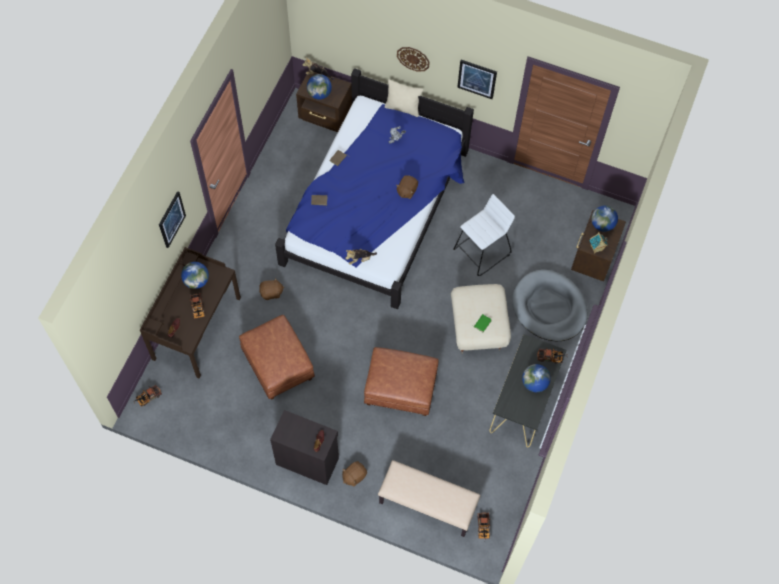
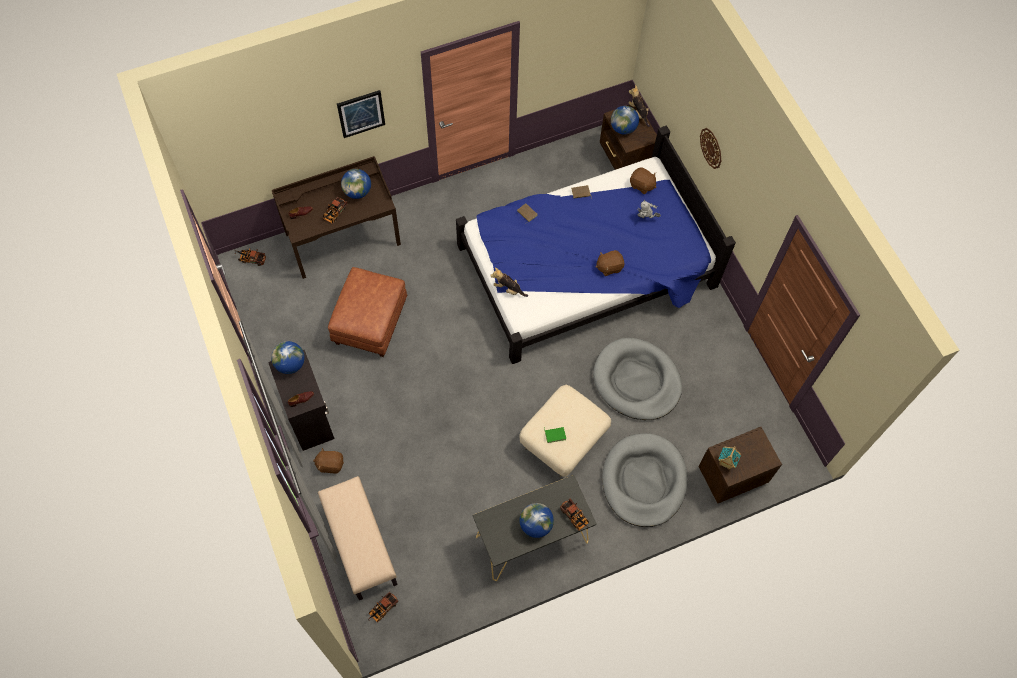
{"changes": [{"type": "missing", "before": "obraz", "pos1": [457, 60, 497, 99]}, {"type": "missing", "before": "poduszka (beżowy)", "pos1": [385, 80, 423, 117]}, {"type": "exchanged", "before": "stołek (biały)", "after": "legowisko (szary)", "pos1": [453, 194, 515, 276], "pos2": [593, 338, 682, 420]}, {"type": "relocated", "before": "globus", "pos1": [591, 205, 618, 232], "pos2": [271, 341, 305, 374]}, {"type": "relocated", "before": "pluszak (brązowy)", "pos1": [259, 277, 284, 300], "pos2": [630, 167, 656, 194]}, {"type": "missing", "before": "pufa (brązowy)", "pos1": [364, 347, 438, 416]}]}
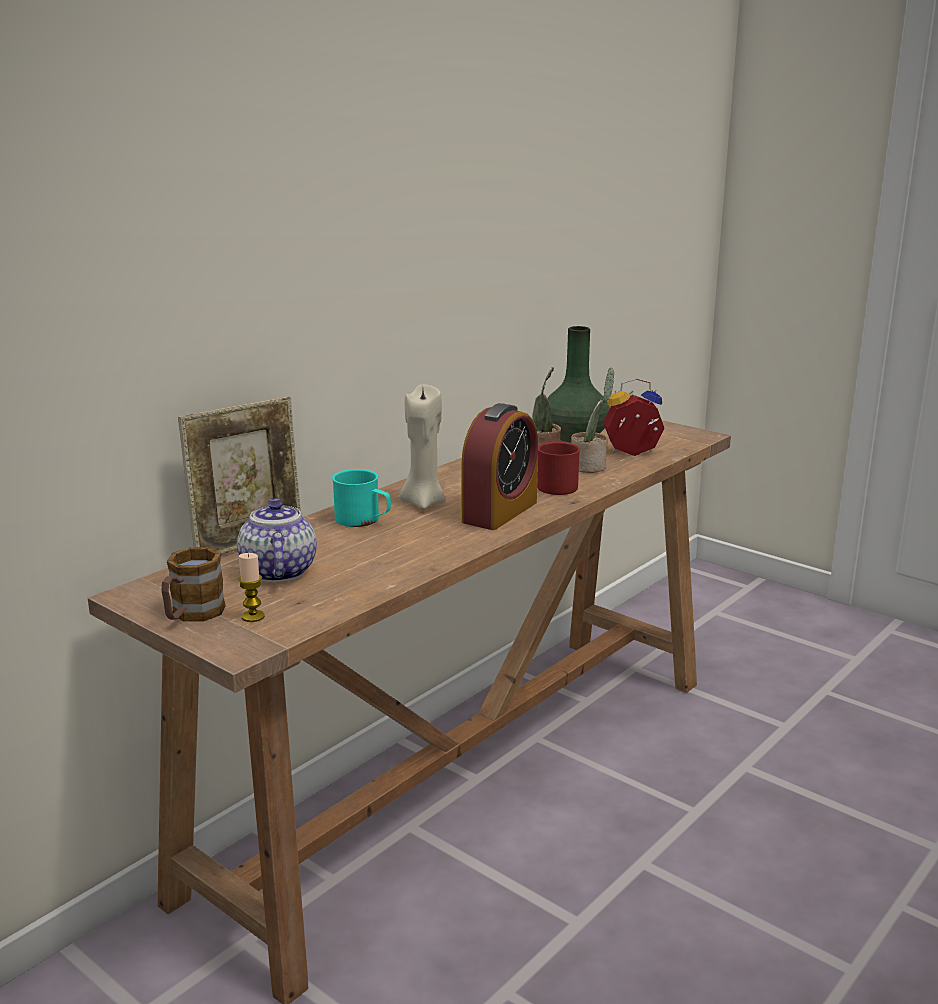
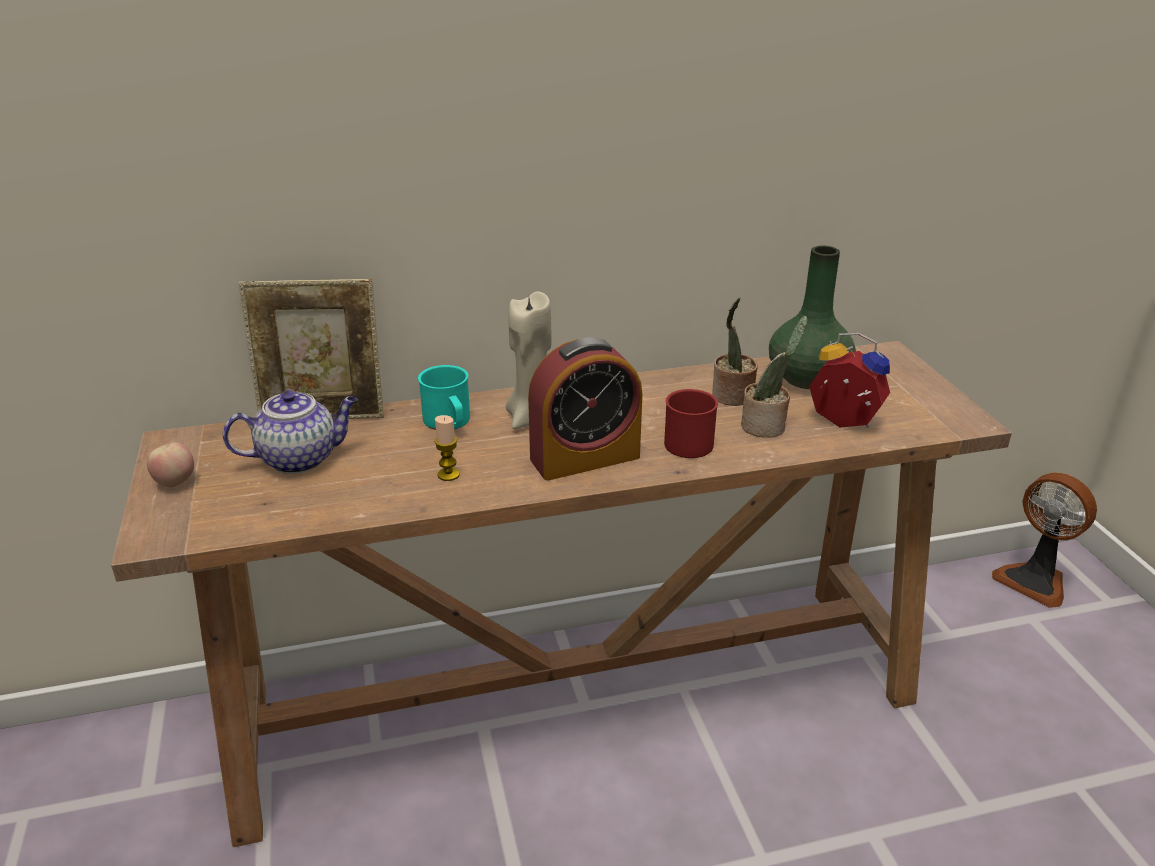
{"changes": [{"type": "spun", "before": "imbryk", "pos1": [237, 498, 317, 582], "pos2": [223, 390, 358, 474], "turn": 45}, {"type": "exchanged", "before": "kubek", "after": "jabłko", "pos1": [161, 547, 226, 622], "pos2": [147, 442, 194, 488]}, {"type": "relocated", "before": "świeca", "pos1": [238, 553, 265, 622], "pos2": [434, 415, 460, 481]}, {"type": "appeared", "after": "wentylator", "pos2": [992, 473, 1097, 608]}]}
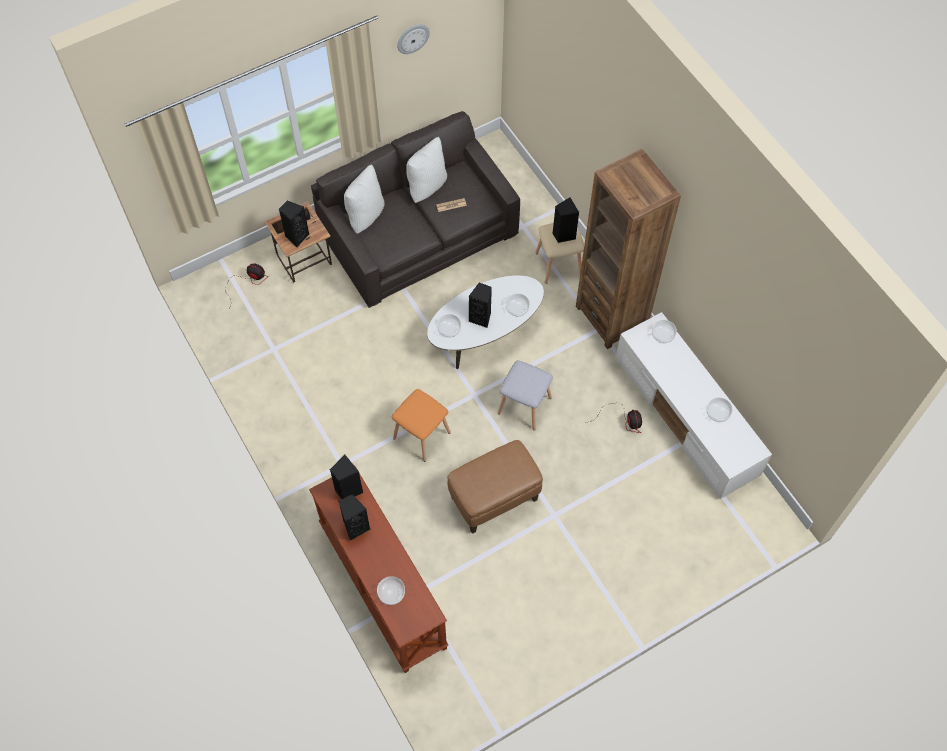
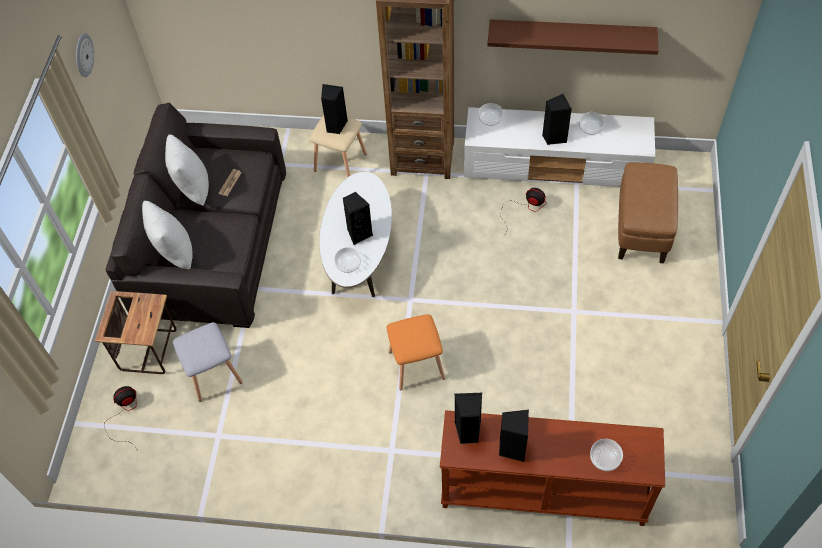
{"changes": [{"type": "relocated", "before": "głośnik (czarny)", "pos1": [279, 201, 309, 247], "pos2": [542, 94, 572, 145]}, {"type": "missing", "before": "miska", "pos1": [506, 293, 530, 316]}, {"type": "relocated", "before": "stołek (szary)", "pos1": [498, 360, 553, 430], "pos2": [173, 322, 243, 402]}, {"type": "relocated", "before": "pufa (brązowy)", "pos1": [447, 440, 543, 534], "pos2": [618, 162, 678, 263]}, {"type": "appeared", "after": "półka (brązowy)", "pos2": [488, 19, 659, 55]}]}
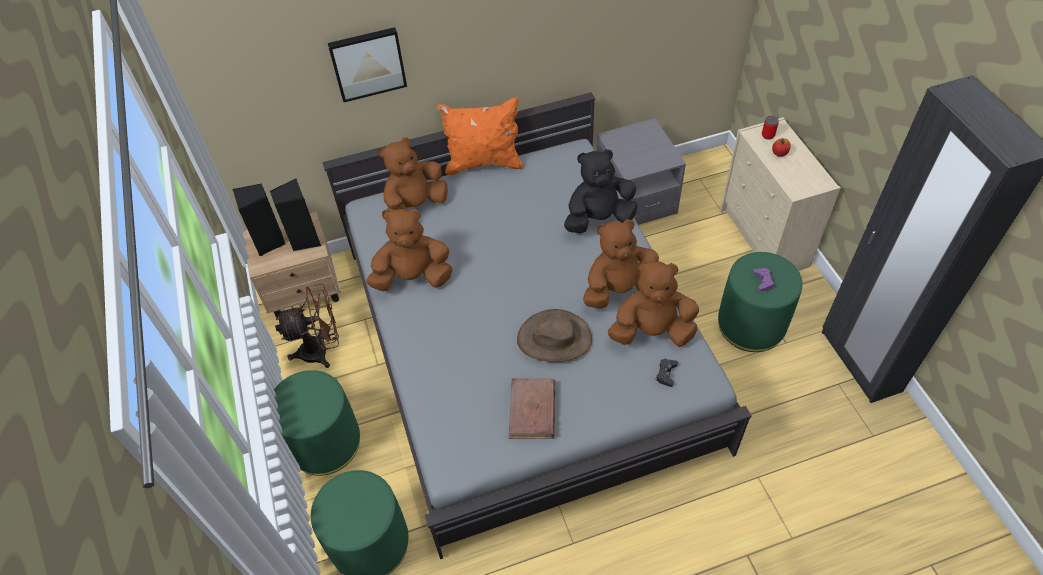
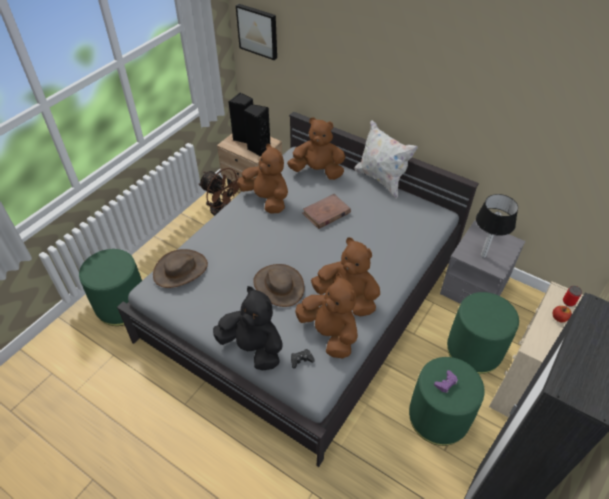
{"changes": [{"type": "relocated", "before": "obraz", "pos1": [327, 27, 407, 102], "pos2": [236, 4, 277, 60]}, {"type": "colour", "before": "poduszka (pomarańczowy)", "after": "poduszka (biały)", "pos1": [437, 97, 524, 175], "pos2": [355, 120, 418, 199]}, {"type": "relocated", "before": "pluszak (czarny)", "pos1": [564, 149, 638, 233], "pos2": [213, 286, 283, 370]}, {"type": "relocated", "before": "pufa (zielony)", "pos1": [274, 370, 360, 476], "pos2": [447, 292, 519, 374]}, {"type": "relocated", "before": "książka (brązowy)", "pos1": [509, 378, 555, 439], "pos2": [302, 194, 351, 229]}, {"type": "appeared", "after": "lampa stołowa", "pos2": [476, 194, 518, 258]}, {"type": "appeared", "after": "kapelusz (brązowy)", "pos2": [153, 249, 208, 288]}]}
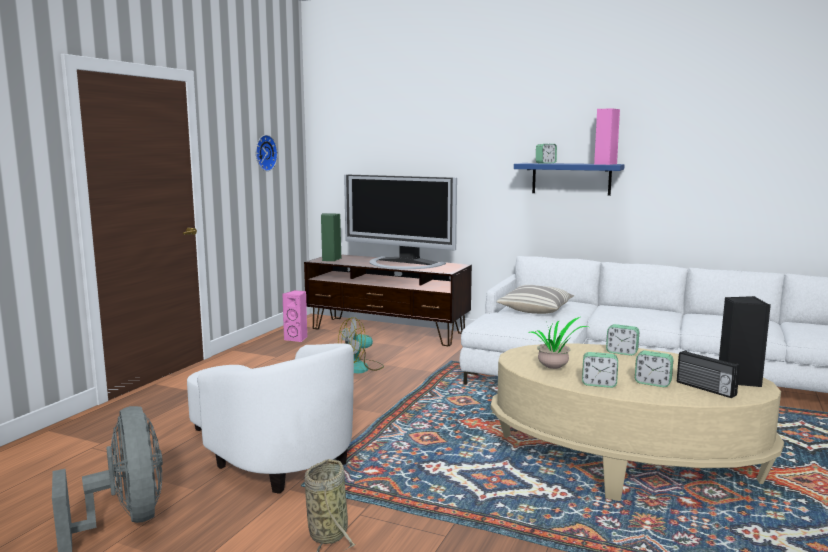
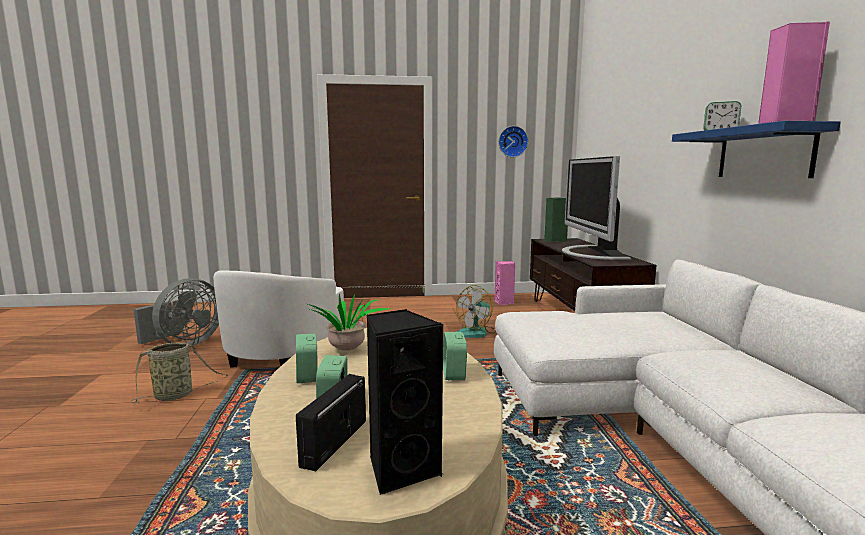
{"changes": [{"type": "missing", "before": "poduszka", "pos1": [496, 285, 575, 314]}, {"type": "spun", "before": "wentylator", "pos1": [338, 317, 384, 373], "pos2": [456, 285, 496, 338], "turn": -75}]}
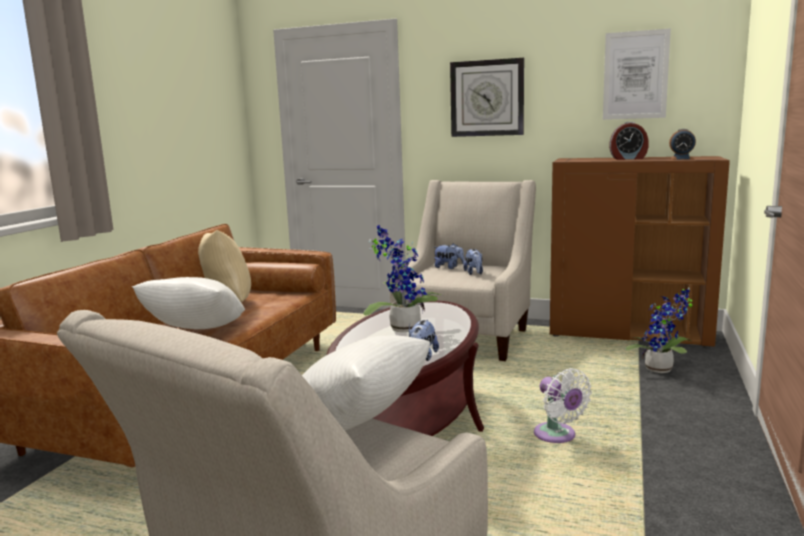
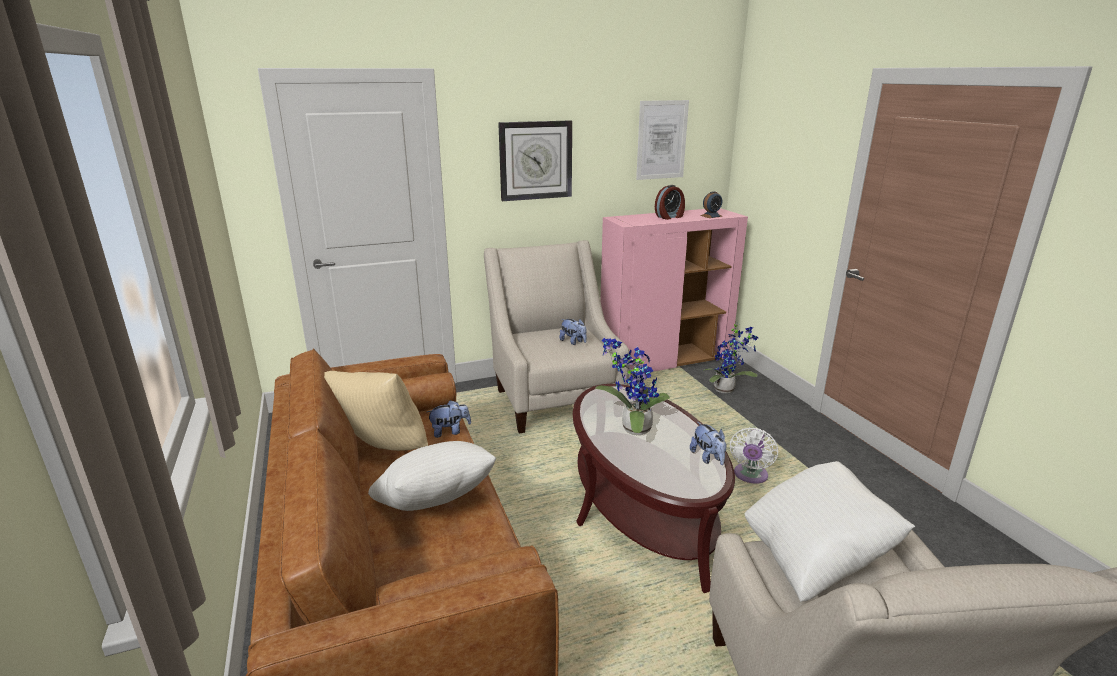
{"changes": [{"type": "colour", "before": "szafka (brązowy)", "after": "szafka (różowy)", "pos1": [550, 156, 730, 348], "pos2": [600, 208, 748, 376]}, {"type": "relocated", "before": "pluszak", "pos1": [433, 243, 465, 269], "pos2": [427, 400, 471, 438]}, {"type": "spun", "before": "wentylator (biały)", "pos1": [534, 368, 592, 443], "pos2": [730, 427, 778, 484], "turn": 90}]}
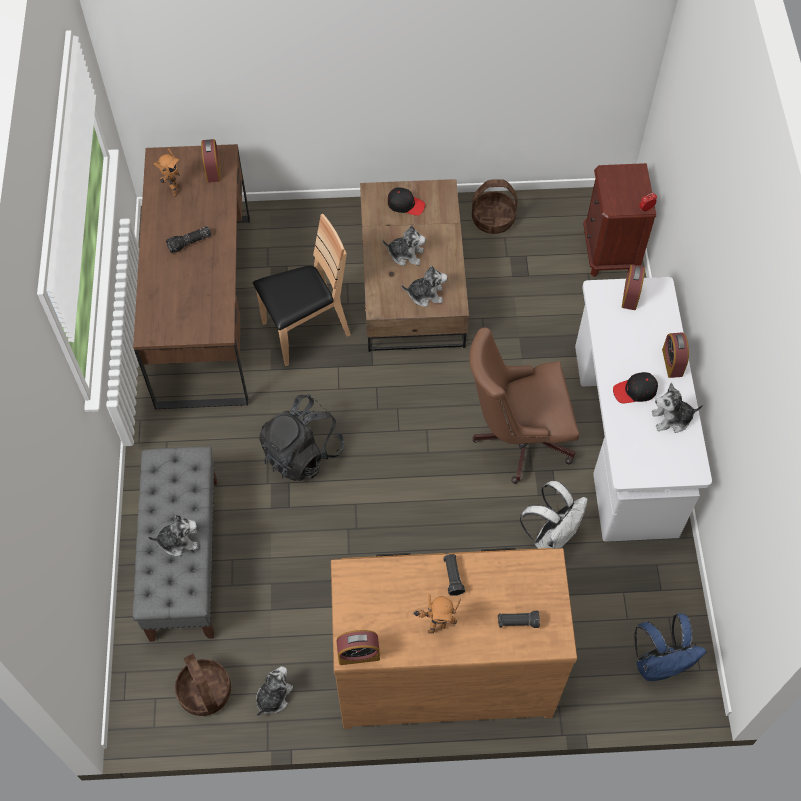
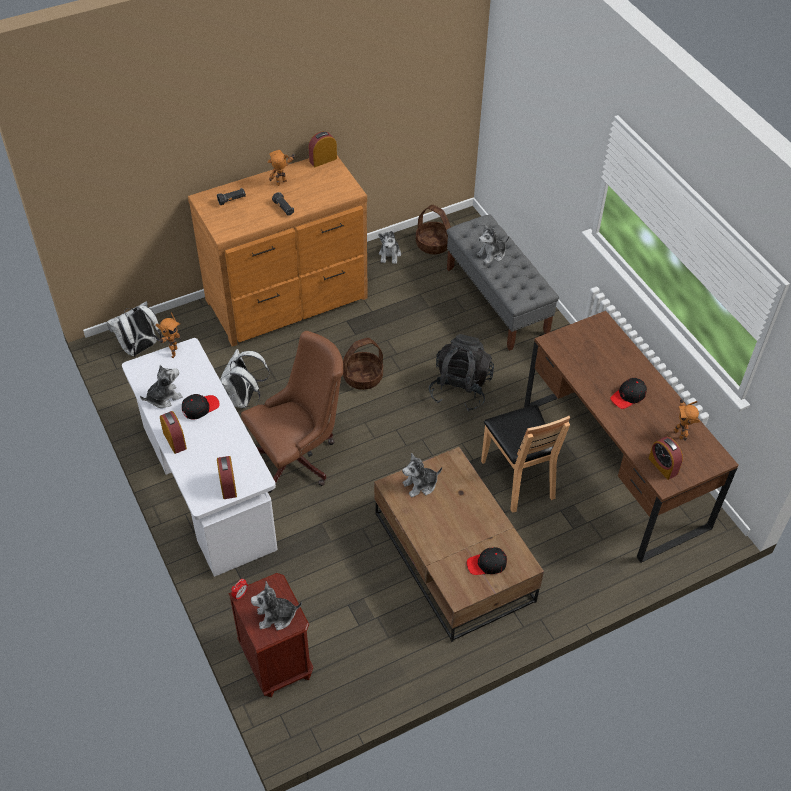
{"changes": [{"type": "relocated", "before": "koszyk", "pos1": [472, 179, 518, 234], "pos2": [343, 338, 383, 390]}, {"type": "spun", "before": "krzesło (brązowy)", "pos1": [253, 214, 351, 366], "pos2": [481, 405, 570, 513], "turn": -60}, {"type": "relocated", "before": "pluszak", "pos1": [382, 225, 426, 266], "pos2": [251, 581, 302, 630]}, {"type": "exchanged", "before": "latarka", "after": "czapka z daszkiem (czarny)", "pos1": [166, 226, 211, 253], "pos2": [610, 378, 647, 409]}, {"type": "colour", "before": "plecak (niebieski)", "after": "plecak (biały)", "pos1": [634, 613, 707, 681], "pos2": [106, 301, 162, 357]}, {"type": "appeared", "after": "robot zabawkowy", "pos2": [156, 312, 180, 358]}]}
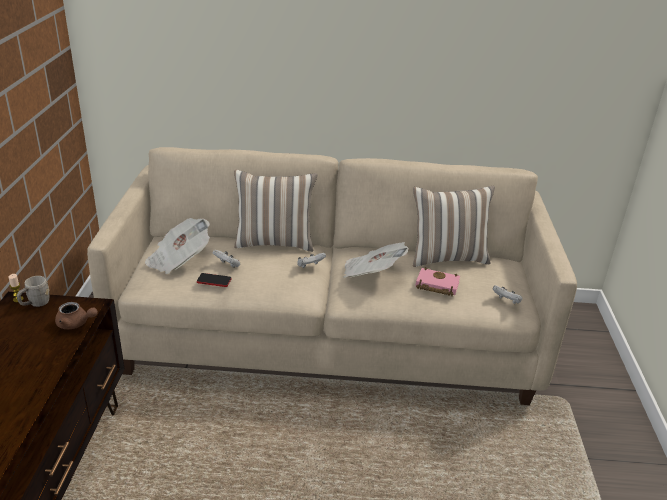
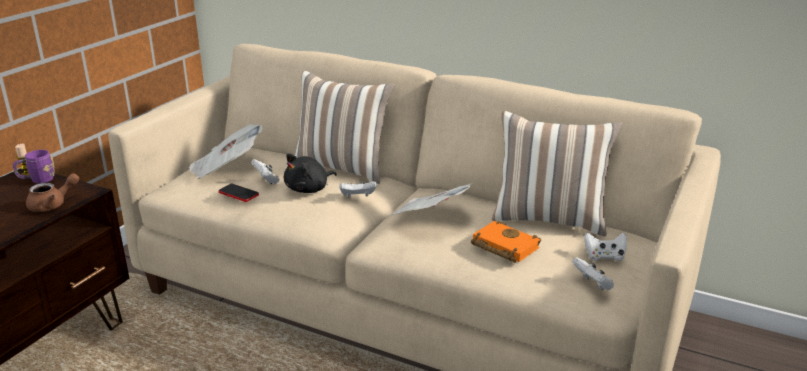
{"changes": [{"type": "colour", "before": "książka (różowy)", "after": "książka (pomarańczowy)", "pos1": [415, 267, 460, 296], "pos2": [471, 220, 541, 263]}, {"type": "colour", "before": "kubek (szary)", "after": "kubek (fioletowy)", "pos1": [17, 276, 50, 307], "pos2": [13, 150, 54, 184]}, {"type": "spun", "before": "imbryk (brązowy)", "pos1": [55, 302, 98, 329], "pos2": [26, 173, 79, 212], "turn": -75}, {"type": "appeared", "after": "pluszak (czarny)", "pos2": [284, 154, 337, 193]}, {"type": "appeared", "after": "pad do gier (biały)", "pos2": [584, 233, 627, 261]}]}
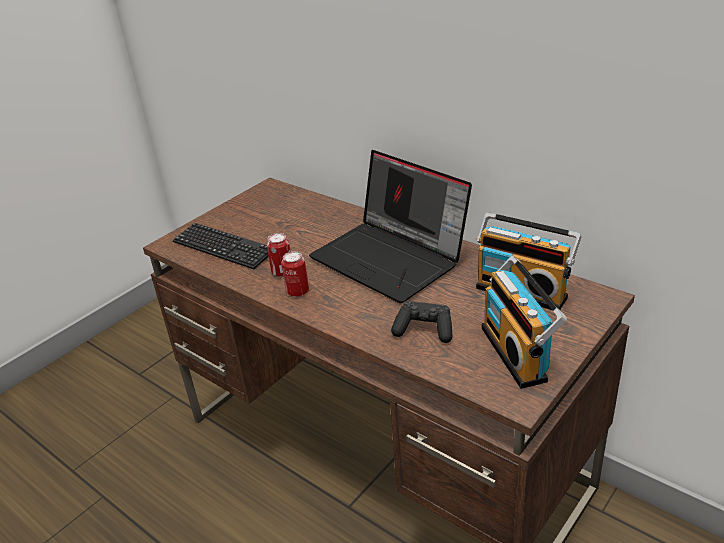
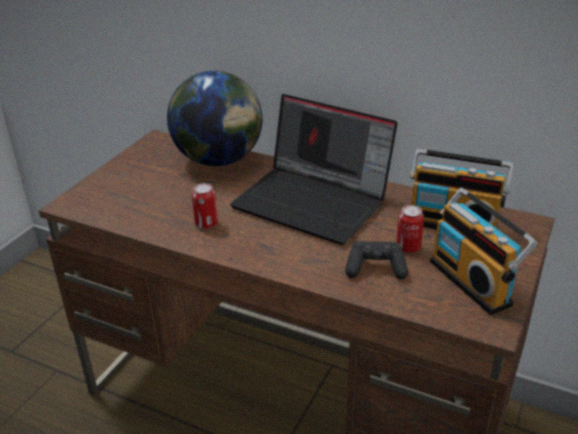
{"changes": [{"type": "missing", "before": "klawiatura", "pos1": [173, 223, 269, 269]}, {"type": "relocated", "before": "puszka", "pos1": [281, 251, 309, 297], "pos2": [396, 205, 424, 253]}, {"type": "appeared", "after": "globus", "pos2": [167, 71, 262, 166]}]}
